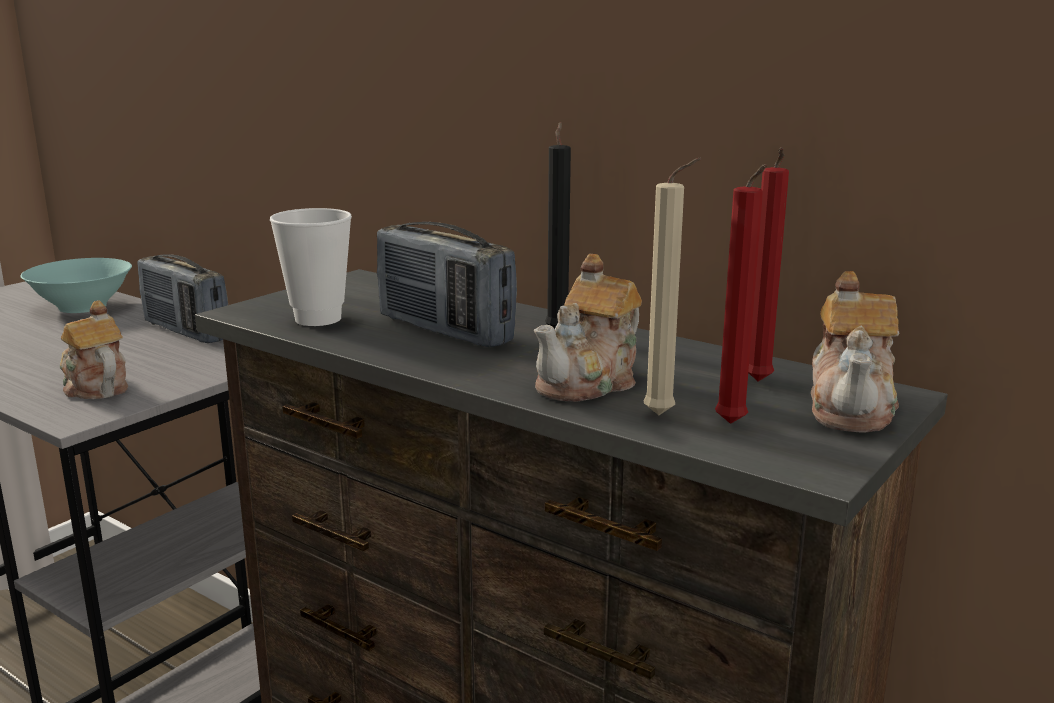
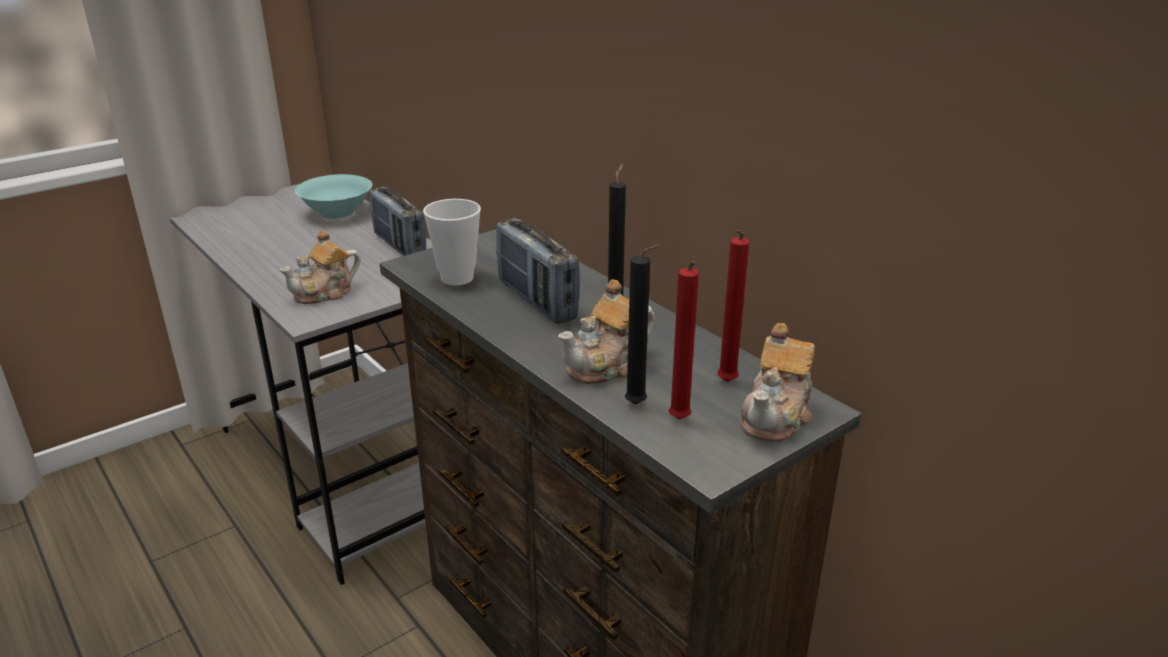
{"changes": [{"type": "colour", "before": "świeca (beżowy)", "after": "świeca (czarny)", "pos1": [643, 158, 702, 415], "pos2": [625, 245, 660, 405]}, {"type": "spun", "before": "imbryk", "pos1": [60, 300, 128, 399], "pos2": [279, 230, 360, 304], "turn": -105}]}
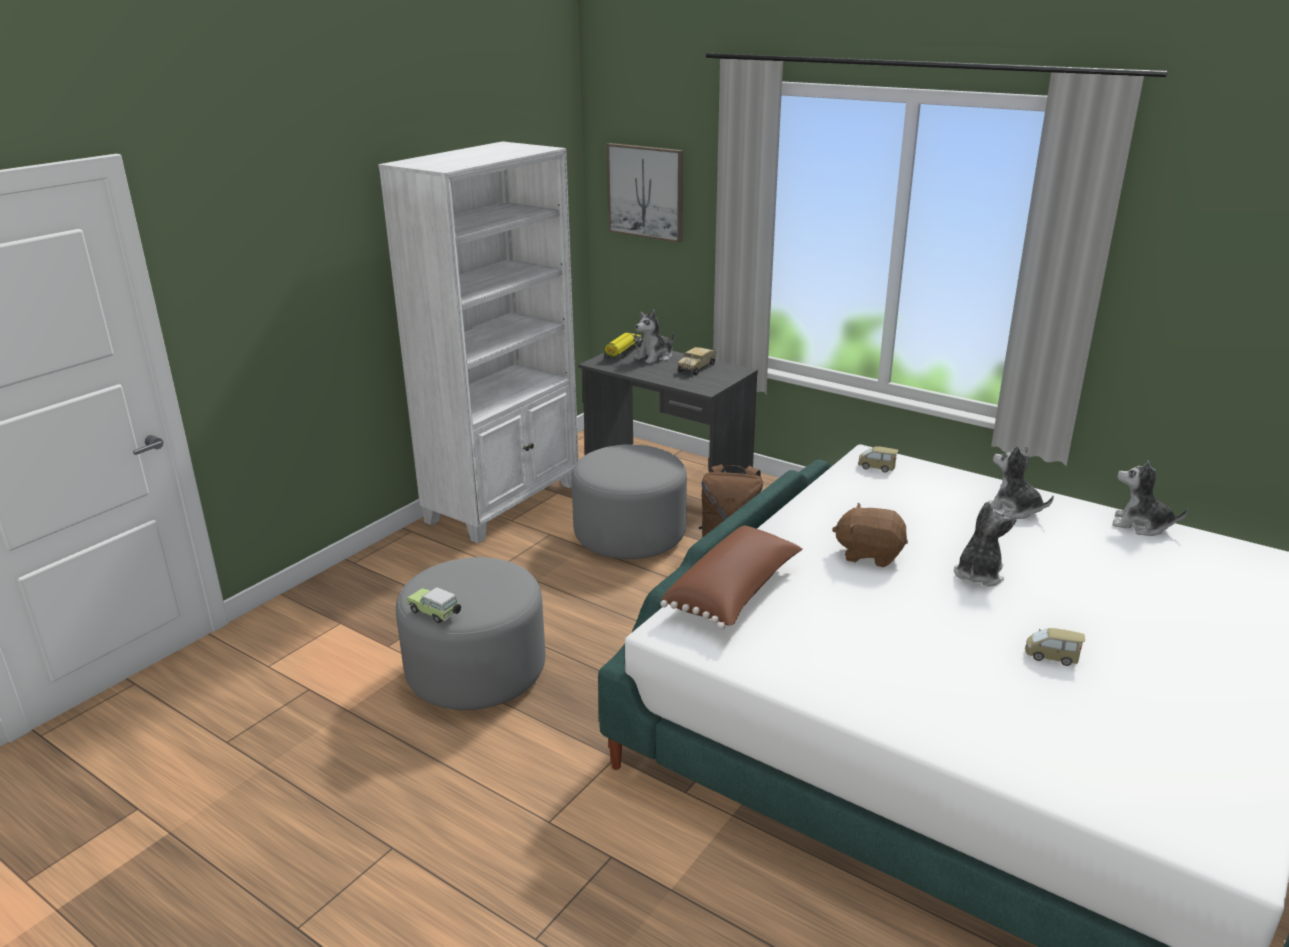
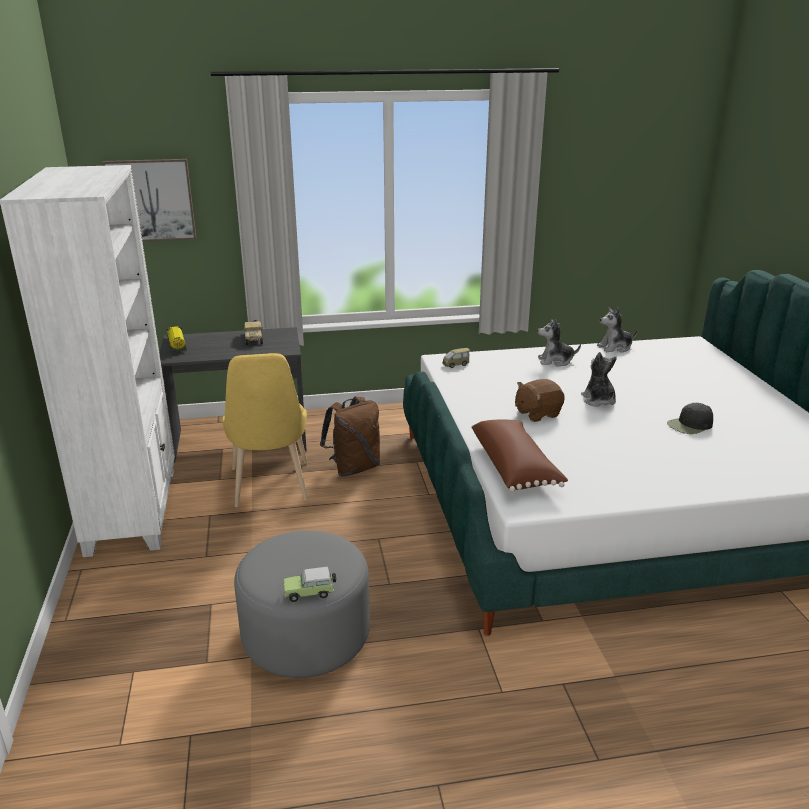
{"changes": [{"type": "missing", "before": "pluszak", "pos1": [634, 309, 675, 364]}, {"type": "exchanged", "before": "pufa (szary)", "after": "krzesło (żółty)", "pos1": [571, 444, 687, 559], "pos2": [222, 353, 308, 507]}, {"type": "exchanged", "before": "samochodzik", "after": "czapka z daszkiem (czarny)", "pos1": [1025, 628, 1085, 666], "pos2": [667, 403, 713, 434]}]}
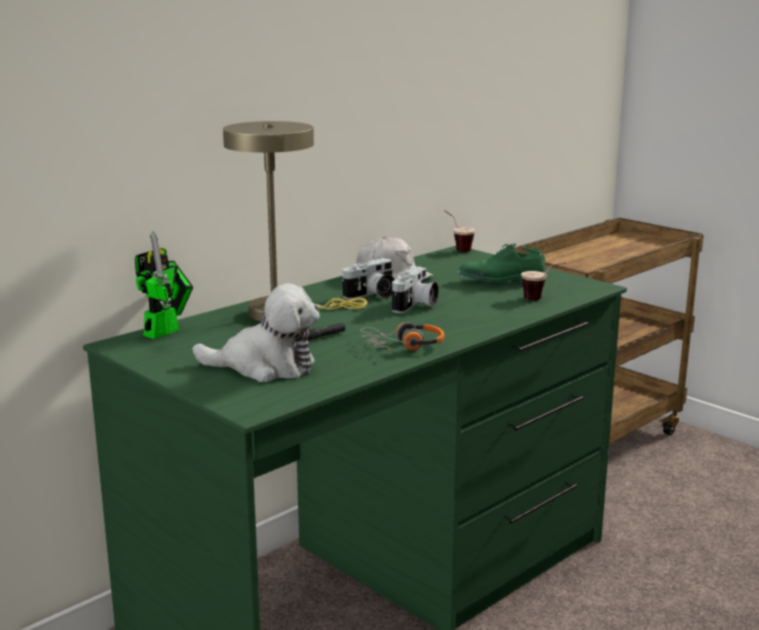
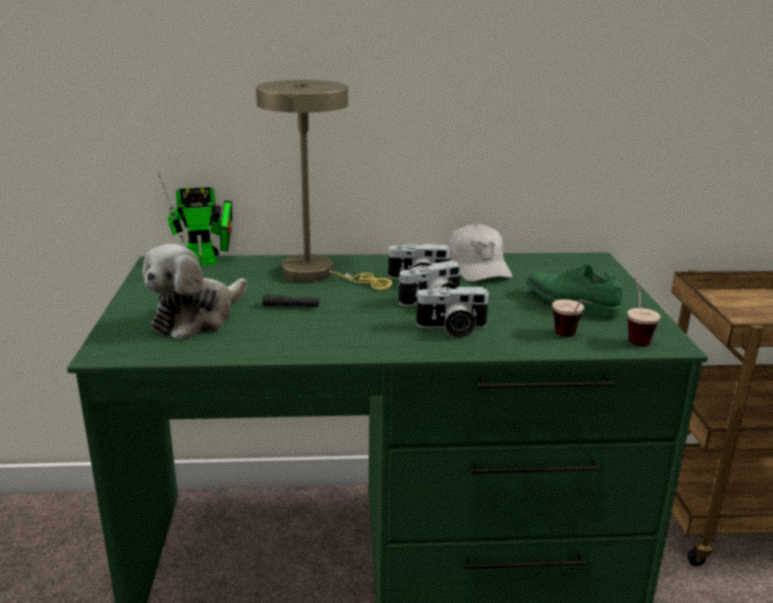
{"changes": [{"type": "relocated", "before": "filiżanka", "pos1": [445, 210, 475, 252], "pos2": [627, 278, 660, 346]}, {"type": "spun", "before": "pluszak", "pos1": [192, 283, 320, 382], "pos2": [142, 244, 247, 340], "turn": 75}, {"type": "missing", "before": "słuchawki", "pos1": [360, 322, 445, 351]}, {"type": "appeared", "after": "aparat fotograficzny", "pos2": [414, 287, 491, 338]}]}
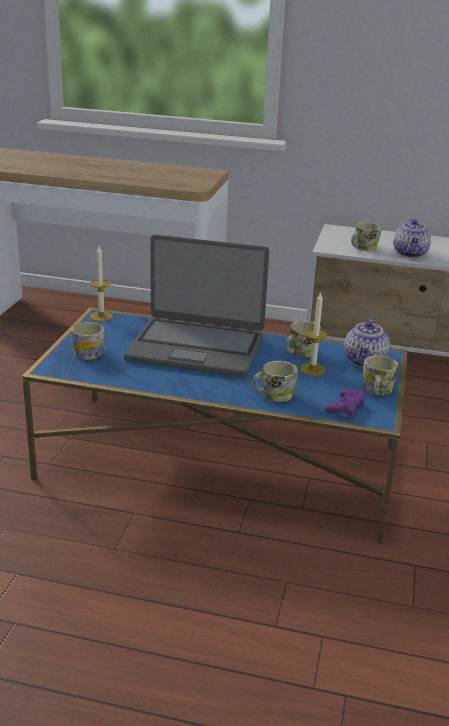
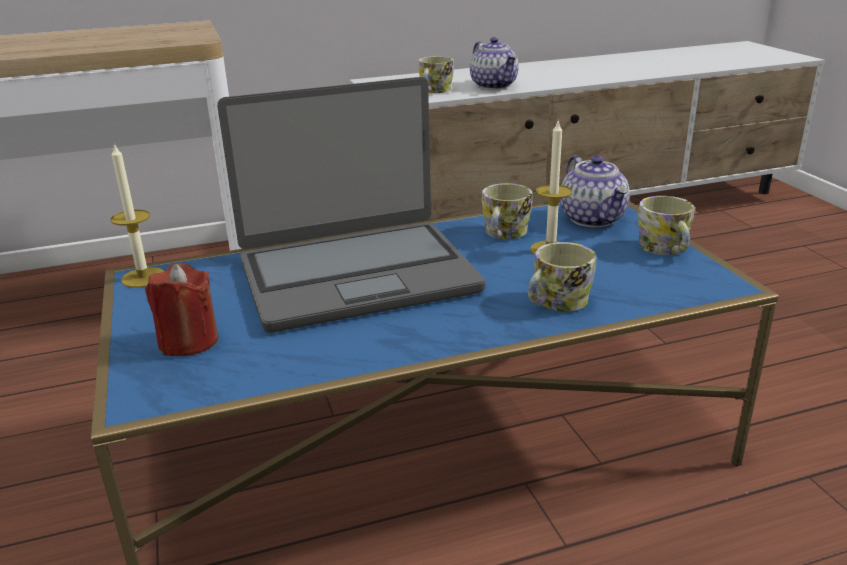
{"changes": [{"type": "exchanged", "before": "kubek", "after": "świeca (czerwony)", "pos1": [71, 322, 104, 360], "pos2": [145, 263, 218, 356]}, {"type": "missing", "before": "pad do gier (fioletowy)", "pos1": [324, 389, 366, 417]}]}
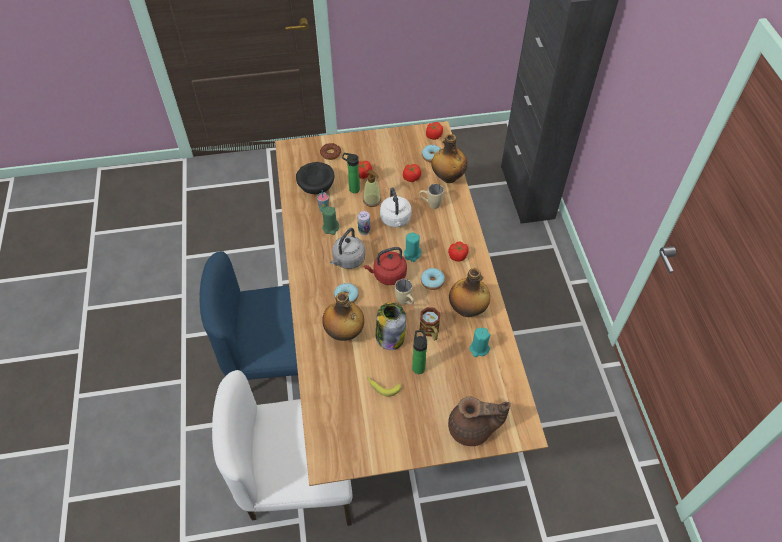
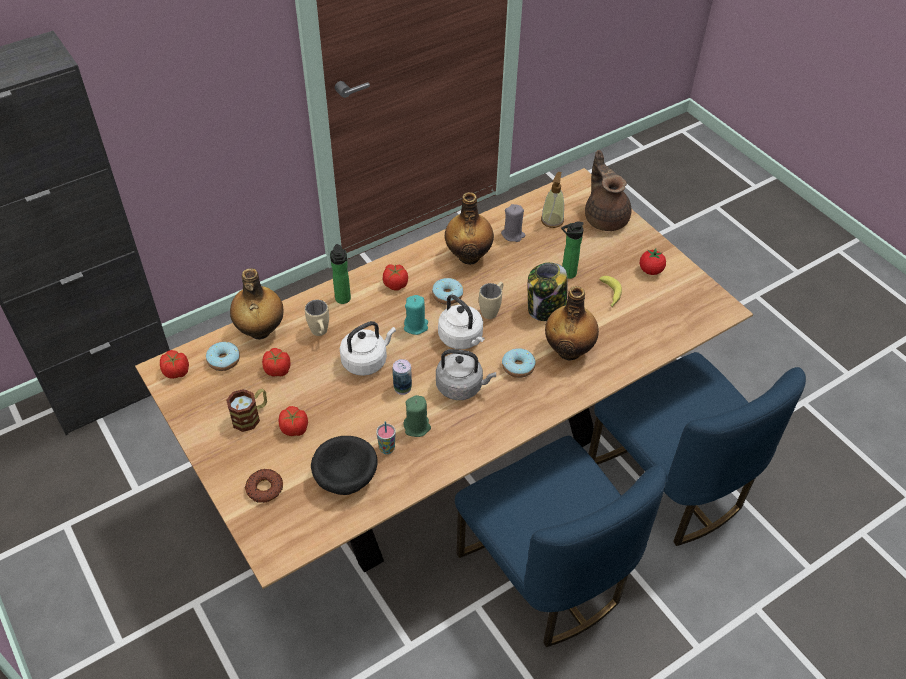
{"changes": [{"type": "relocated", "before": "butelka", "pos1": [342, 153, 360, 193], "pos2": [330, 244, 351, 304]}, {"type": "relocated", "before": "dozownik mydła", "pos1": [363, 169, 381, 207], "pos2": [541, 172, 564, 228]}, {"type": "colour", "before": "czajnik (czerwony)", "after": "czajnik (biały)", "pos1": [364, 247, 407, 285], "pos2": [438, 294, 485, 349]}, {"type": "relocated", "before": "kubek", "pos1": [420, 307, 440, 341], "pos2": [226, 389, 267, 432]}, {"type": "colour", "before": "świeca (turkusowy)", "after": "świeca (szary)", "pos1": [469, 328, 490, 357], "pos2": [501, 204, 526, 242]}, {"type": "colour", "before": "krzesło (biały)", "after": "krzesło (niebieski)", "pos1": [212, 370, 352, 526], "pos2": [588, 352, 806, 546]}, {"type": "appeared", "after": "pomidor", "pos2": [640, 248, 666, 275]}]}
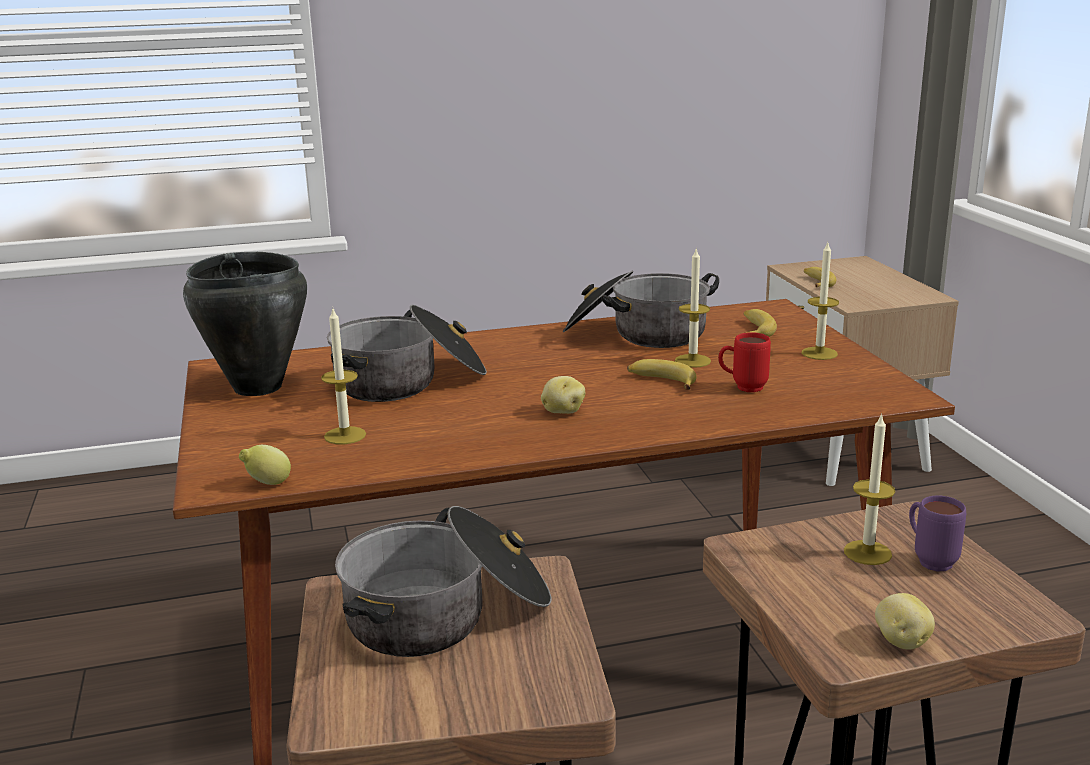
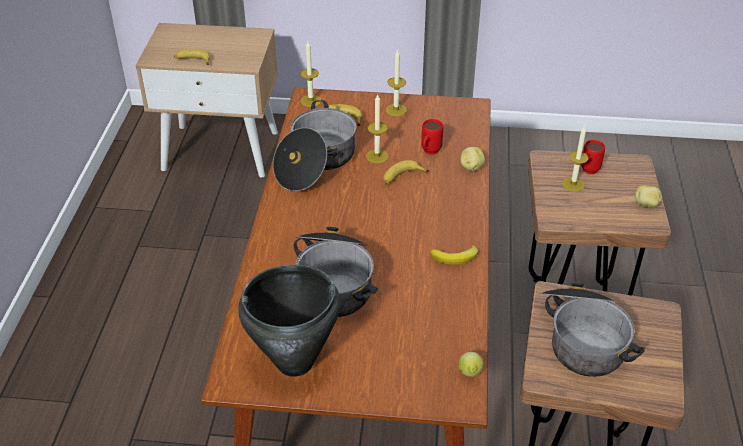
{"changes": [{"type": "relocated", "before": "świeca", "pos1": [321, 309, 366, 444], "pos2": [300, 42, 321, 107]}, {"type": "relocated", "before": "ziemniak", "pos1": [541, 376, 585, 414], "pos2": [460, 147, 485, 171]}, {"type": "colour", "before": "kubek (fioletowy)", "after": "kubek (czerwony)", "pos1": [909, 495, 966, 571], "pos2": [581, 140, 605, 174]}, {"type": "appeared", "after": "banan", "pos2": [430, 245, 478, 264]}]}
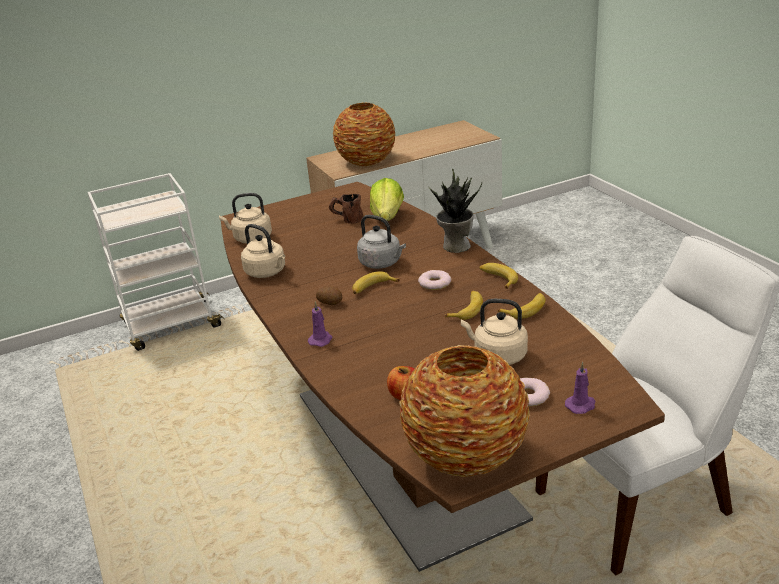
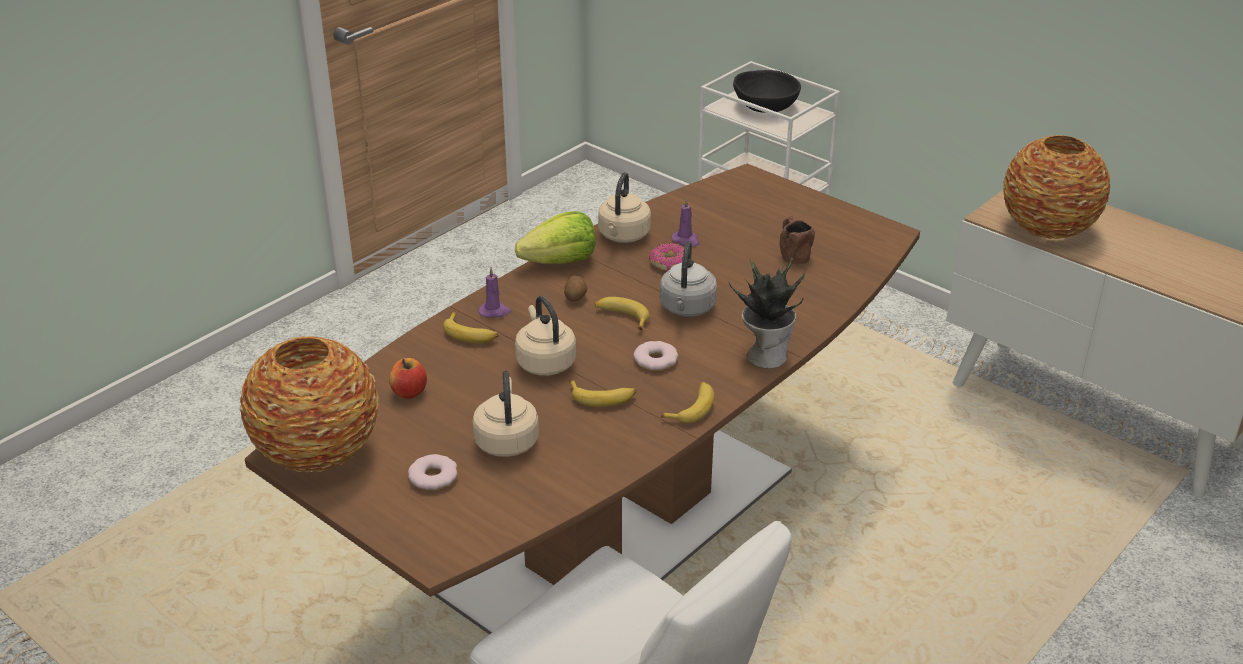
{"changes": [{"type": "relocated", "before": "sałata", "pos1": [370, 178, 404, 221], "pos2": [515, 211, 596, 264]}, {"type": "relocated", "before": "czajnik (beżowy)", "pos1": [219, 193, 272, 244], "pos2": [515, 296, 576, 376]}, {"type": "relocated", "before": "banan", "pos1": [498, 293, 546, 319], "pos2": [443, 312, 499, 343]}, {"type": "relocated", "before": "świeca (fioletowy)", "pos1": [565, 362, 596, 414], "pos2": [671, 198, 699, 246]}, {"type": "appeared", "after": "miska (czarny)", "pos2": [733, 70, 801, 113]}, {"type": "appeared", "after": "donut", "pos2": [649, 243, 684, 271]}]}
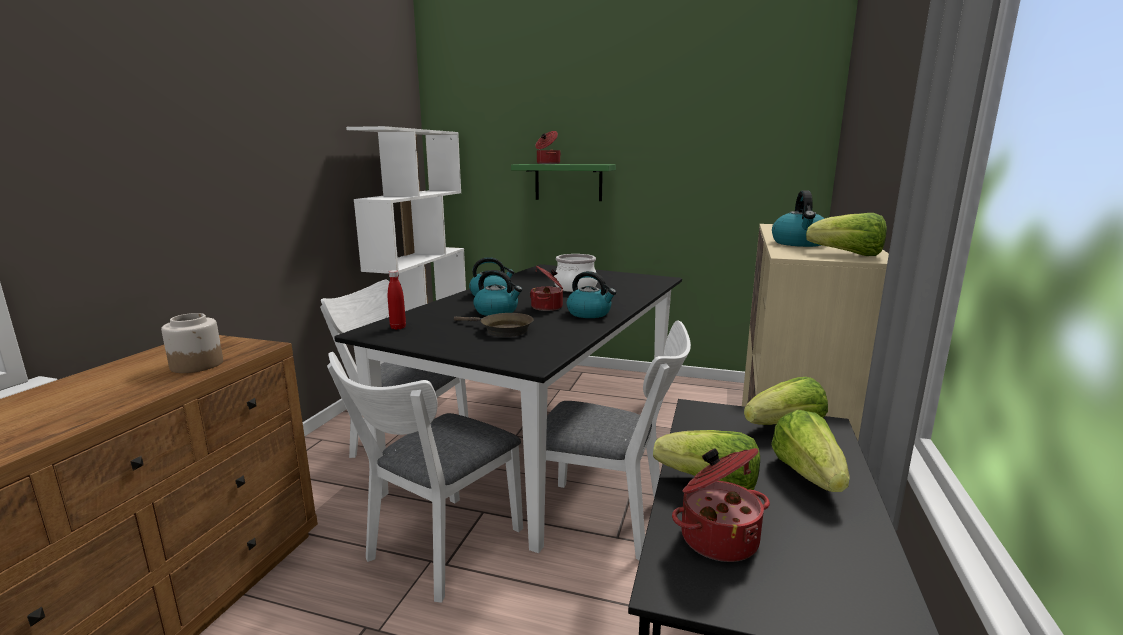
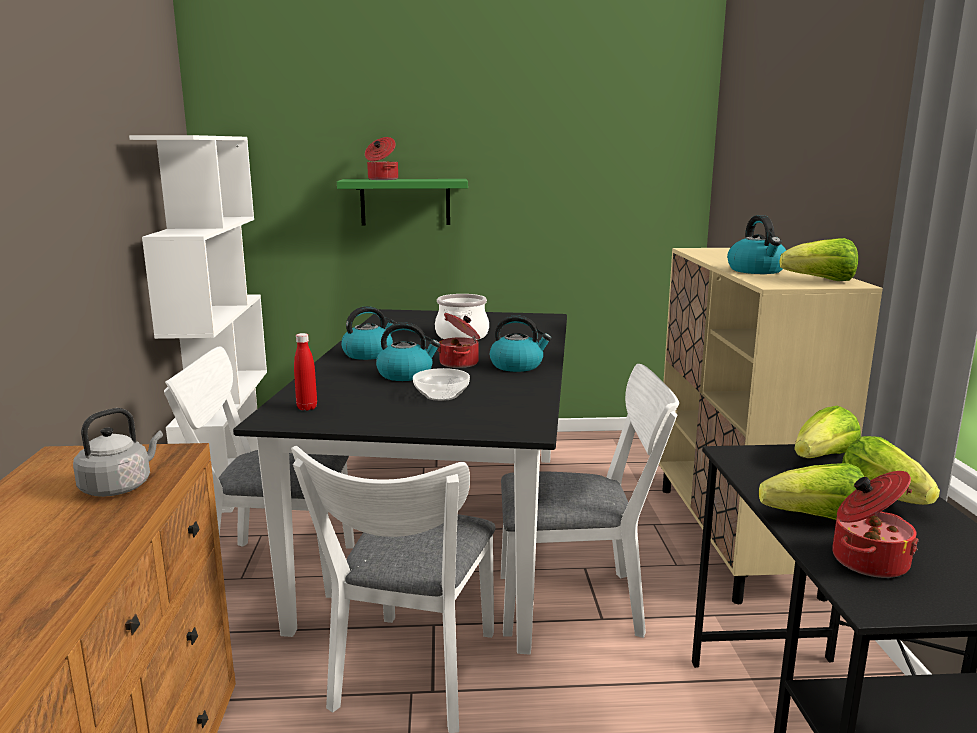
{"changes": [{"type": "exchanged", "before": "słoik", "after": "czajnik (szary)", "pos1": [161, 313, 223, 373], "pos2": [73, 408, 163, 497]}, {"type": "exchanged", "before": "patelnia (brązowy)", "after": "miska", "pos1": [454, 313, 534, 337], "pos2": [413, 368, 470, 401]}]}
